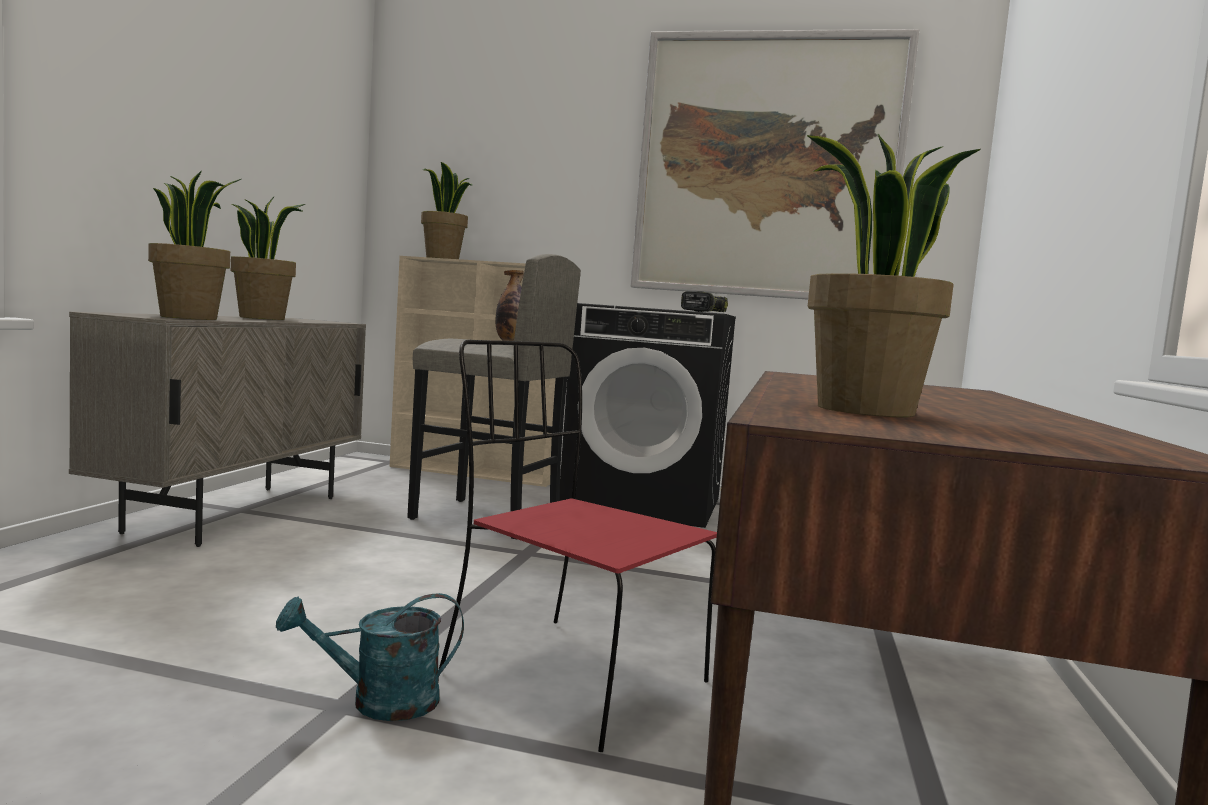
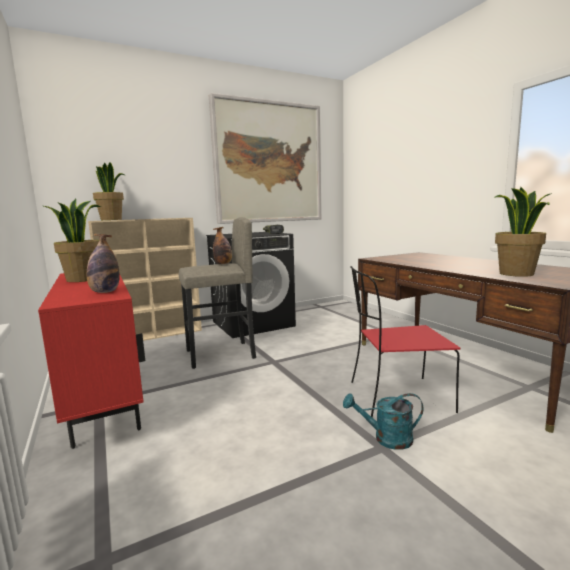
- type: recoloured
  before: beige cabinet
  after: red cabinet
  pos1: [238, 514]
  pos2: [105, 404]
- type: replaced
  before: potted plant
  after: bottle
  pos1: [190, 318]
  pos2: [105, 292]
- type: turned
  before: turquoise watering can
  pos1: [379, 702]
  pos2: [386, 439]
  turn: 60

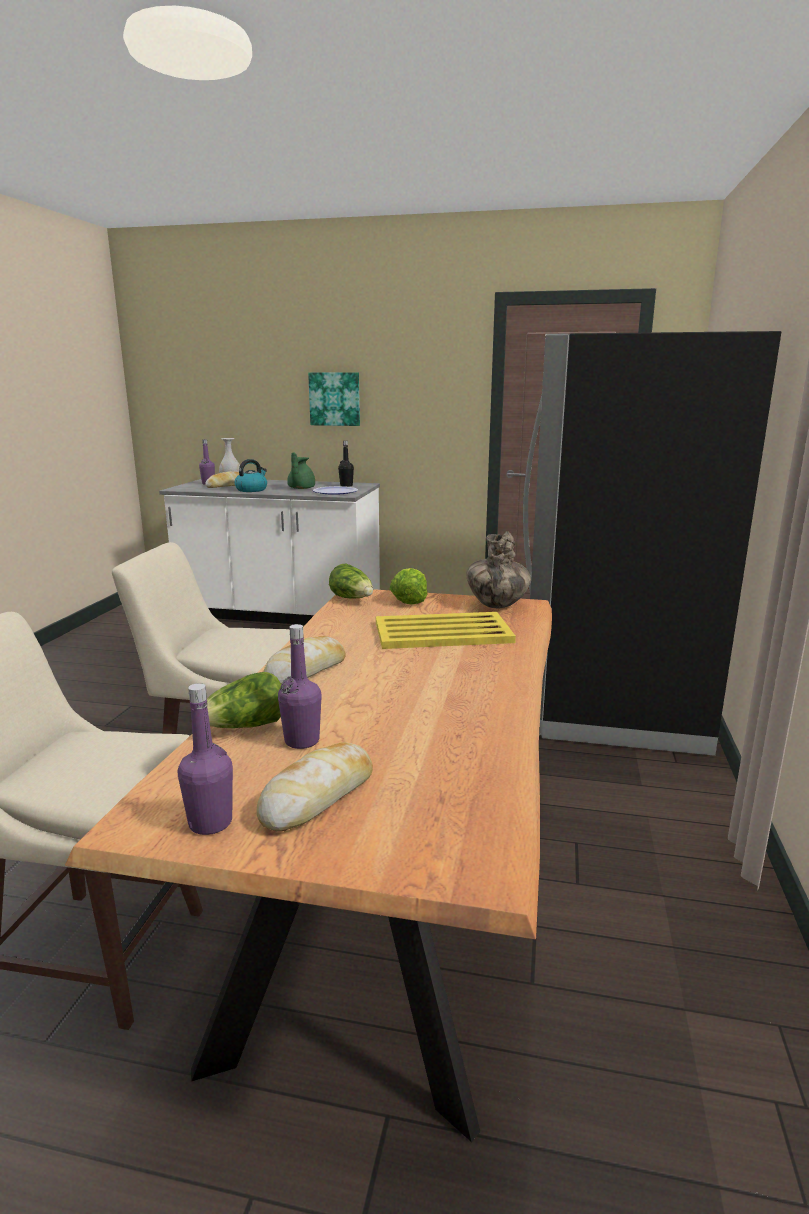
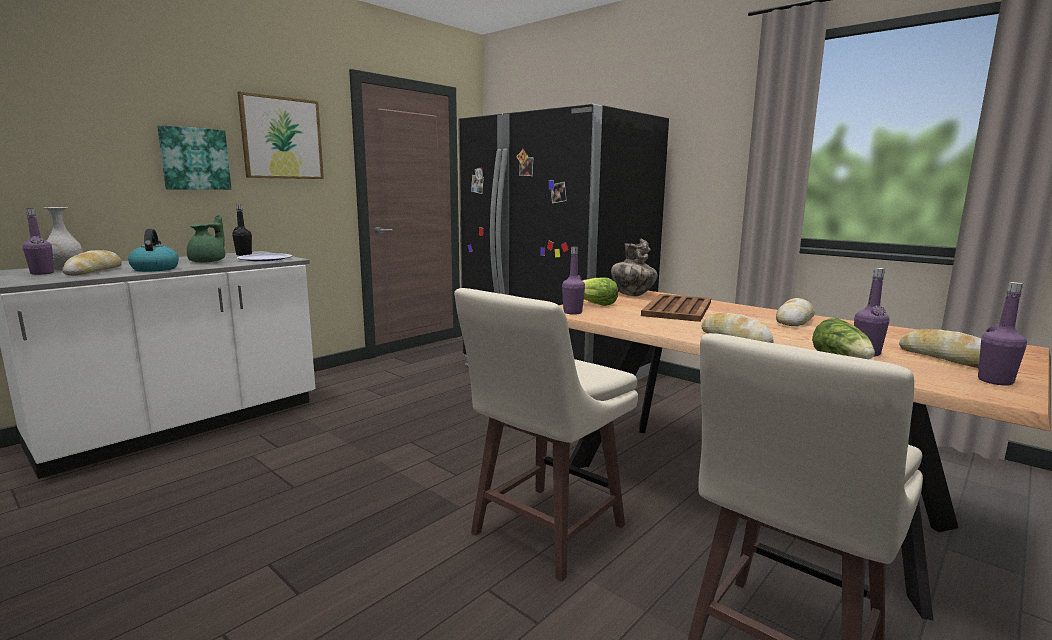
- type: turned
  before: green teapot
  pos1: [300, 488]
  pos2: [209, 261]
  turn: -120
- type: replaced
  before: lettuce
  after: purple bottle
  pos1: [353, 599]
  pos2: [572, 312]
- type: recoloured
  before: yellow tray
  after: brown tray
  pos1: [444, 632]
  pos2: [678, 309]
- type: added
  after: picture
  pos2: [282, 138]
- type: added
  after: bread
  pos2: [795, 321]

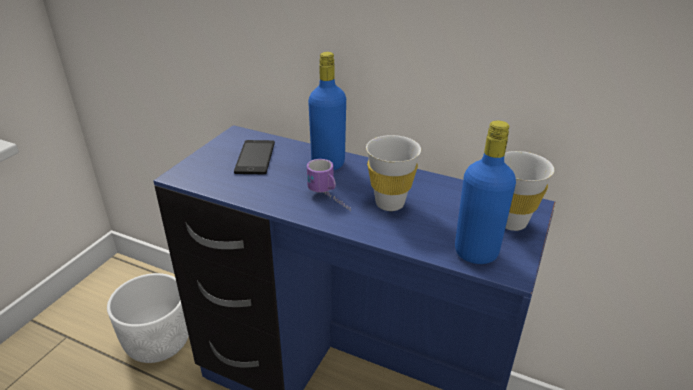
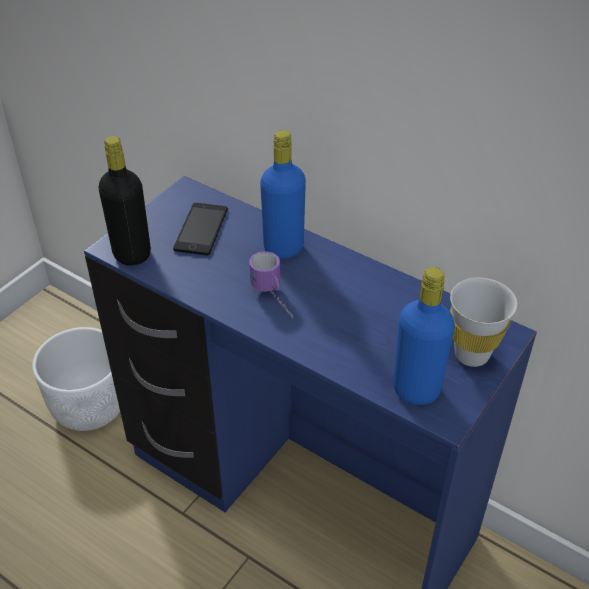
- type: removed
  before: white cup
  pos1: [389, 203]
- type: added
  after: black bottle
  pos2: [132, 254]

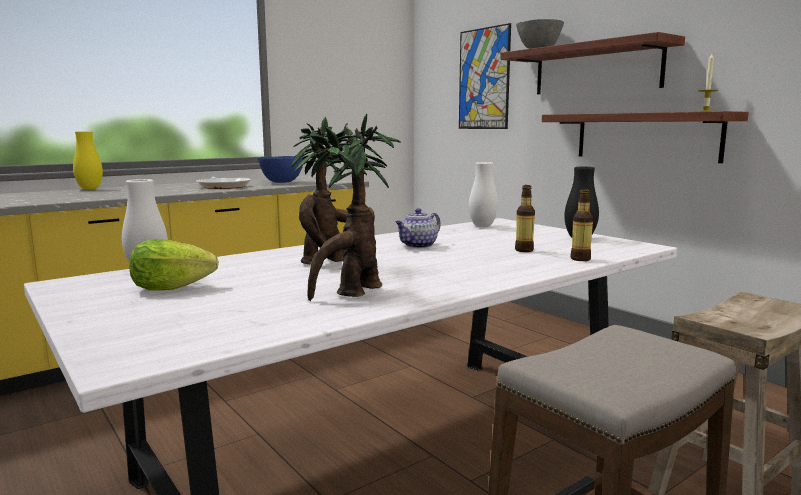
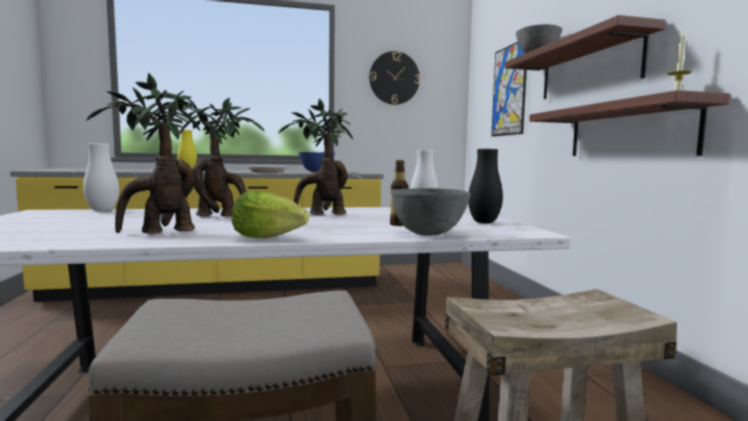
- type: moved
  before: lettuce
  pos1: [171, 288]
  pos2: [267, 237]
- type: replaced
  before: teapot
  after: potted plant
  pos1: [418, 246]
  pos2: [322, 215]
- type: replaced
  before: bottle
  after: grey bowl
  pos1: [580, 259]
  pos2: [428, 234]
- type: added
  after: wall clock
  pos2: [394, 78]

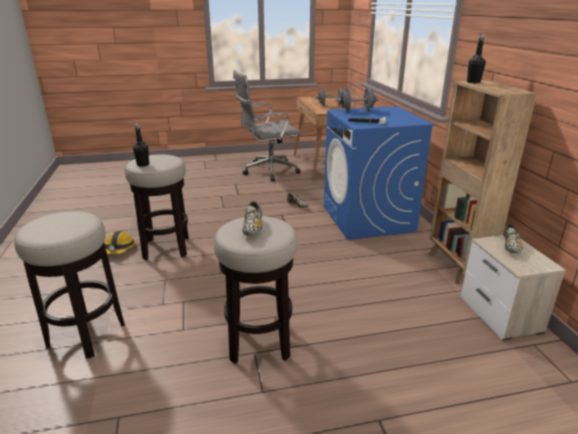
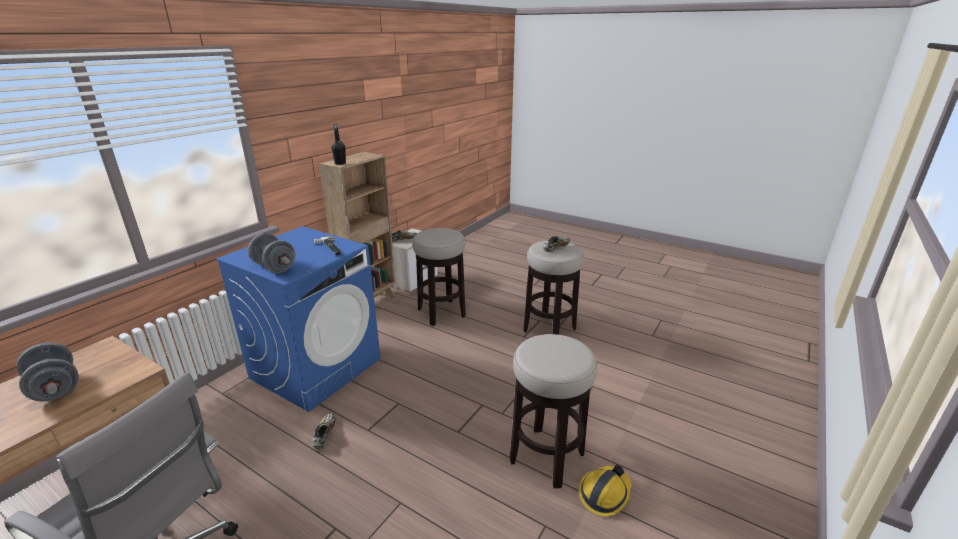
- type: moved
  before: stool
  pos1: [86, 334]
  pos2: [441, 313]
- type: removed
  before: black bottle
  pos1: [143, 164]

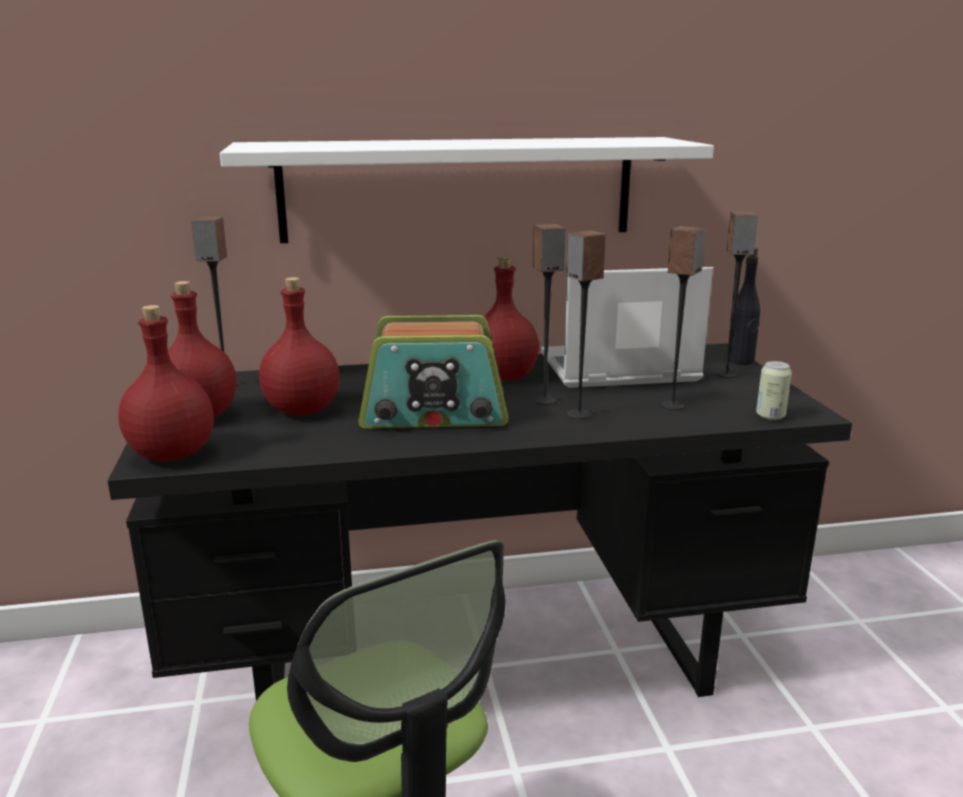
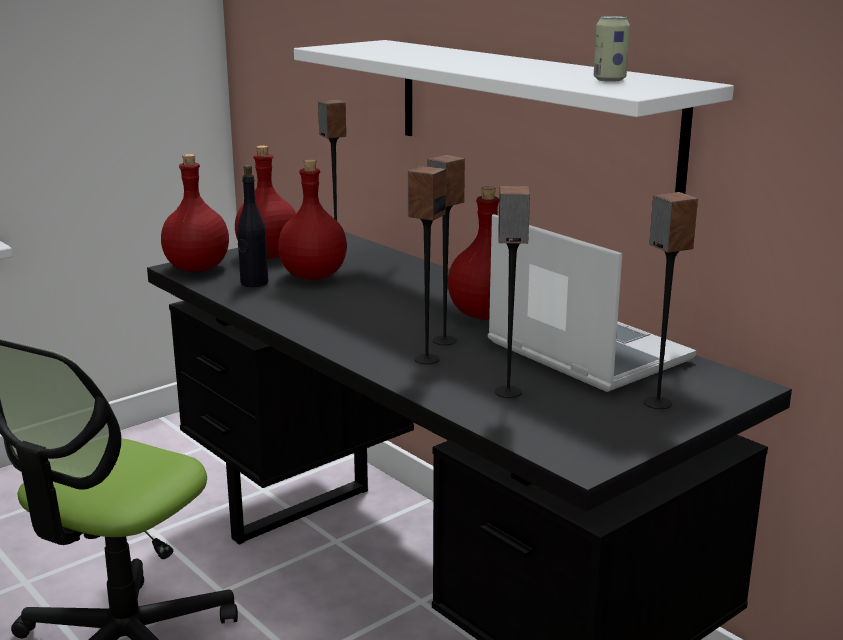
- type: removed
  before: radio
  pos1: [434, 413]
- type: moved
  before: black bottle
  pos1: [740, 361]
  pos2: [254, 283]
- type: moved
  before: can
  pos1: [770, 416]
  pos2: [609, 79]

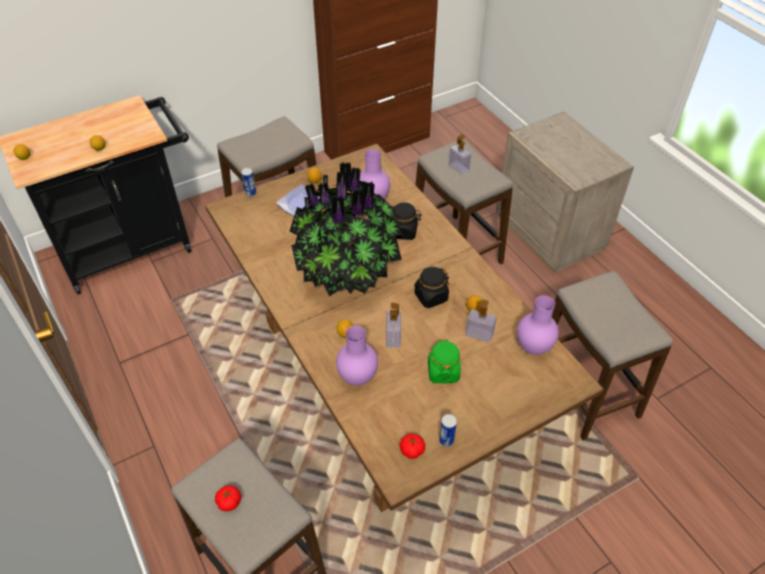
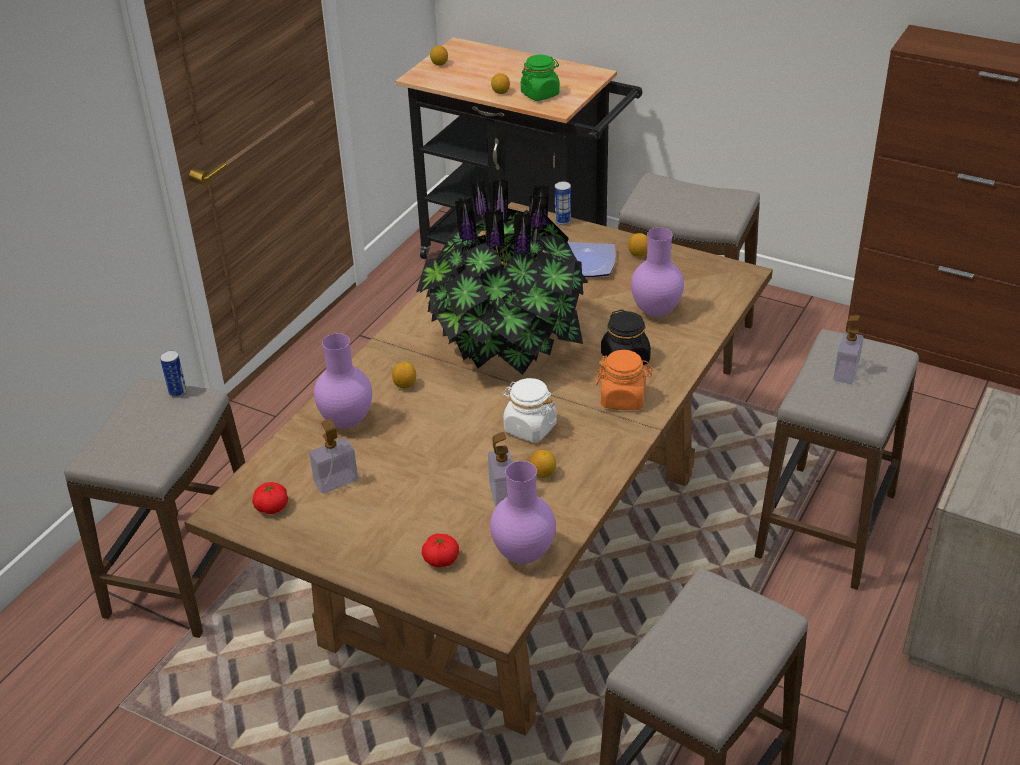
- type: moved
  before: tomato
  pos1: [229, 502]
  pos2: [441, 560]
- type: moved
  before: soap dispenser
  pos1: [393, 337]
  pos2: [336, 481]
- type: recoloured
  before: black jar
  after: white jar
  pos1: [431, 297]
  pos2: [529, 428]
- type: moved
  before: green jar
  pos1: [443, 371]
  pos2: [540, 94]
- type: moved
  before: can
  pos1: [446, 440]
  pos2: [177, 392]
- type: added
  after: orange jar
  pos2: [623, 399]

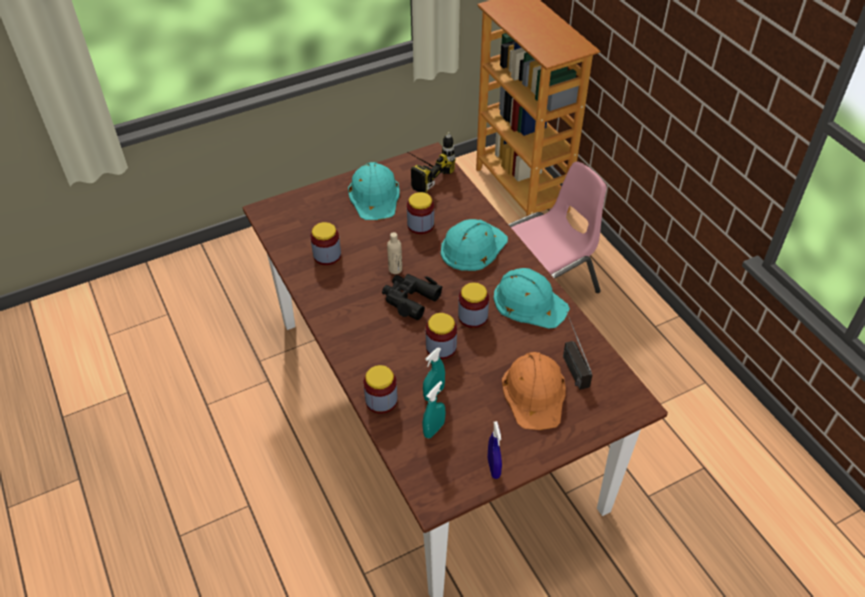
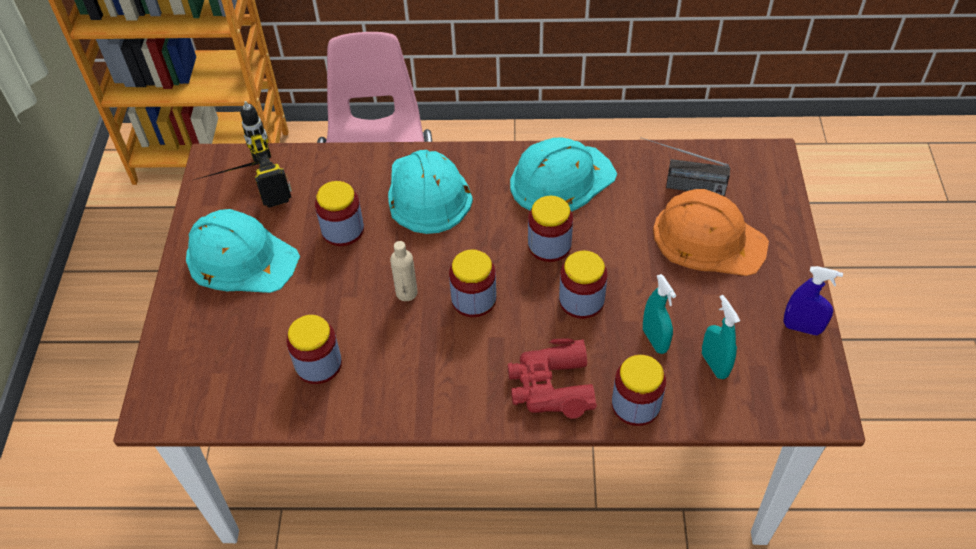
- type: replaced
  before: black binoculars
  after: jar
  pos1: [409, 299]
  pos2: [474, 299]
- type: added
  after: red binoculars
  pos2: [550, 386]

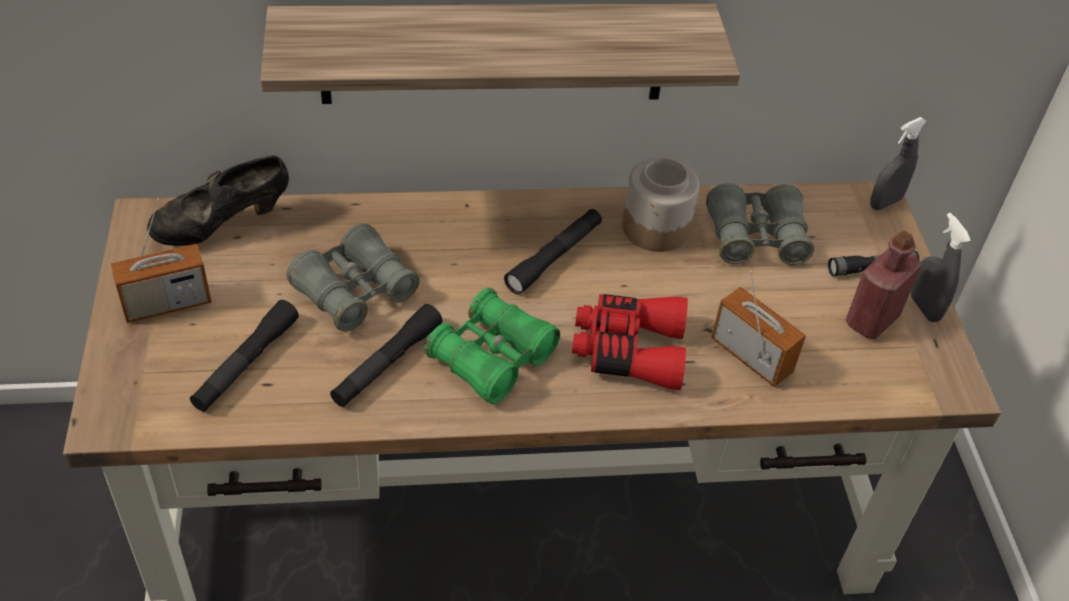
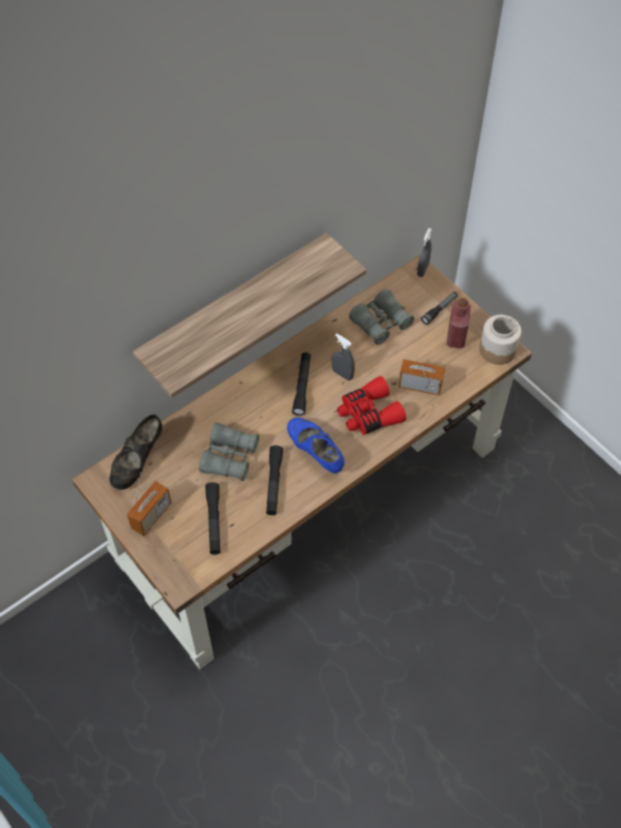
- type: replaced
  before: green binoculars
  after: blue shoe
  pos1: [492, 358]
  pos2: [315, 453]
- type: moved
  before: jar
  pos1: [656, 228]
  pos2: [497, 349]
- type: moved
  before: grey spray bottle
  pos1: [924, 308]
  pos2: [342, 374]

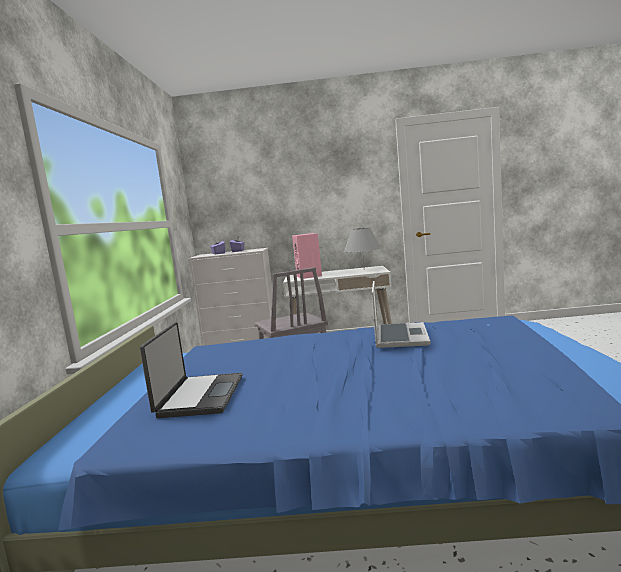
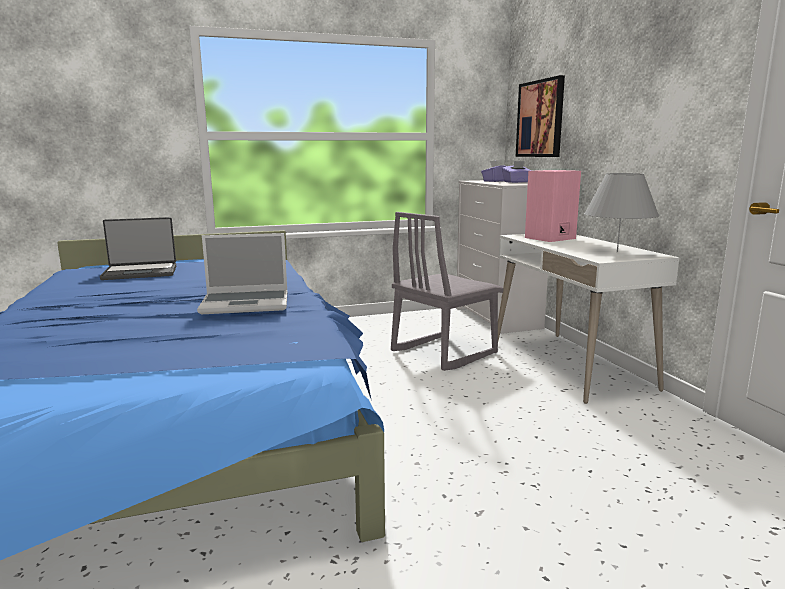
- type: added
  after: picture
  pos2: [540, 119]

